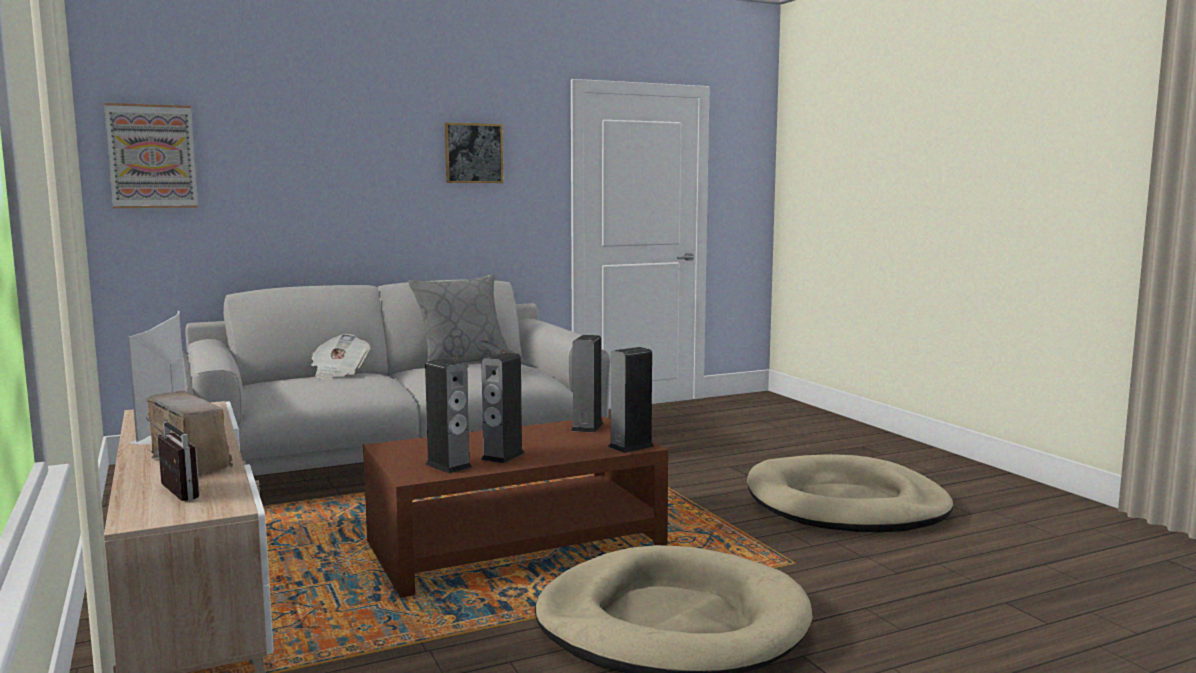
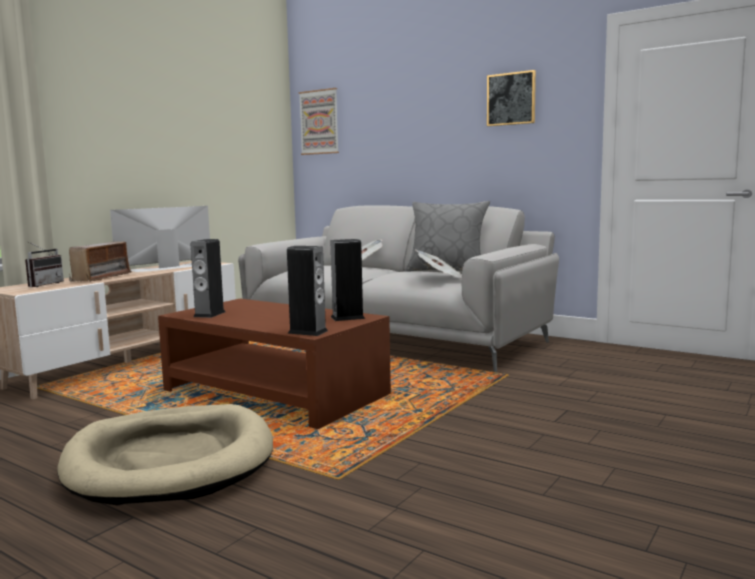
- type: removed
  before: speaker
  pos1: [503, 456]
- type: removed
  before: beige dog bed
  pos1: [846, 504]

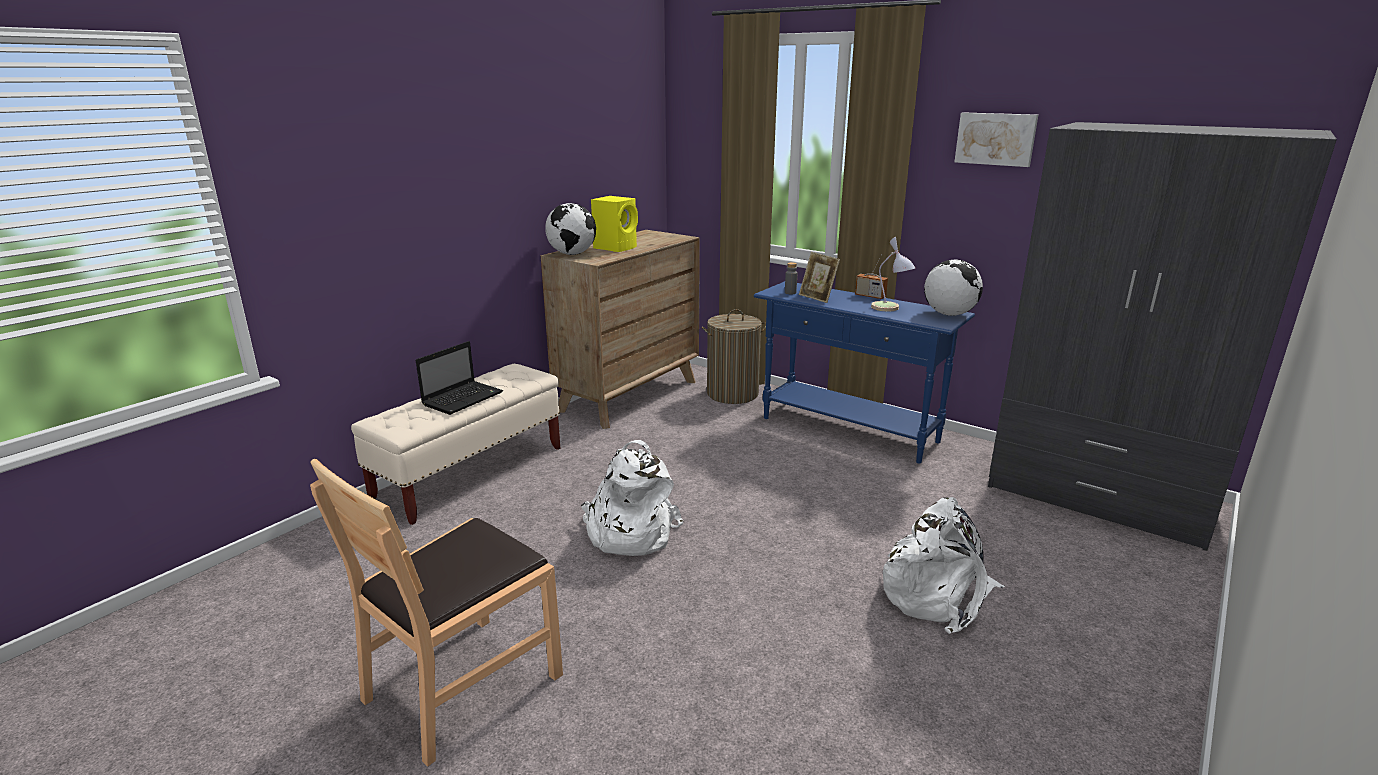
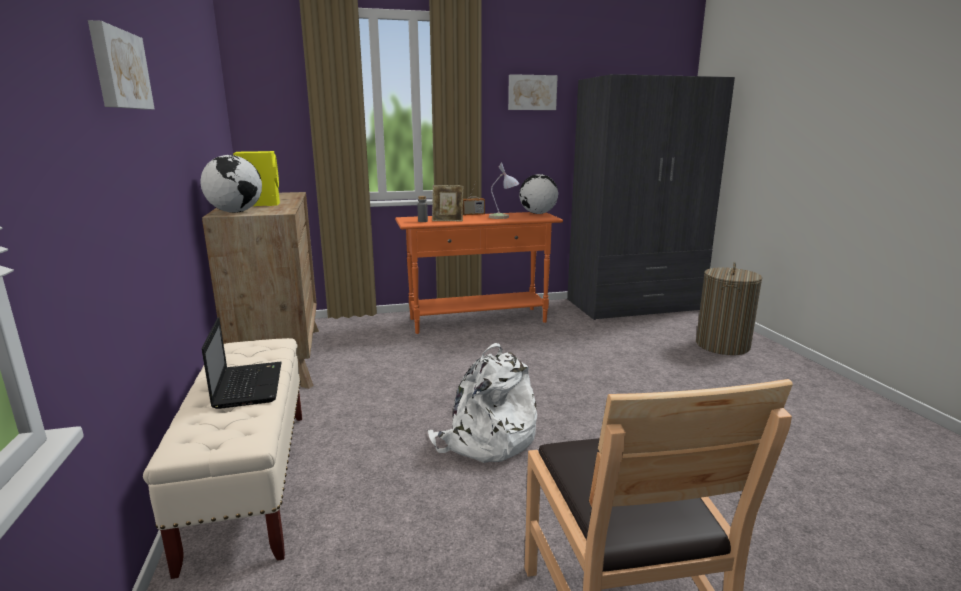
- type: moved
  before: laundry basket
  pos1: [732, 394]
  pos2: [722, 345]
- type: recoloured
  before: blue console table
  after: orange console table
  pos1: [849, 430]
  pos2: [478, 320]
- type: removed
  before: white backpack
  pos1: [937, 595]
- type: added
  after: picture
  pos2: [118, 69]

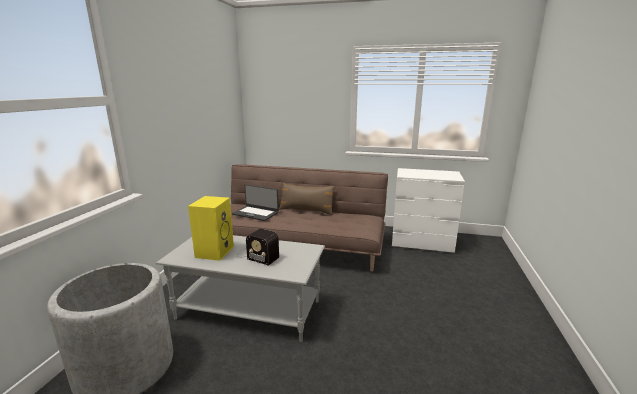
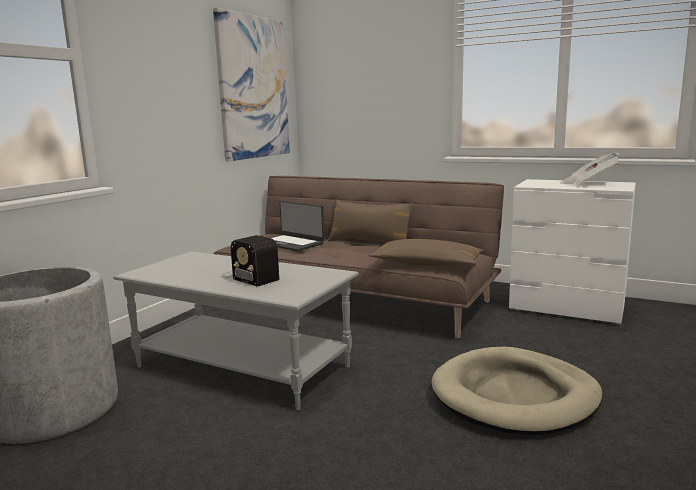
- type: removed
  before: yellow speaker
  pos1: [214, 251]
- type: added
  after: picture
  pos2: [253, 88]
- type: added
  after: brown pillow
  pos2: [426, 264]
- type: added
  after: beige dog bed
  pos2: [515, 396]
- type: added
  after: newspaper
  pos2: [588, 183]

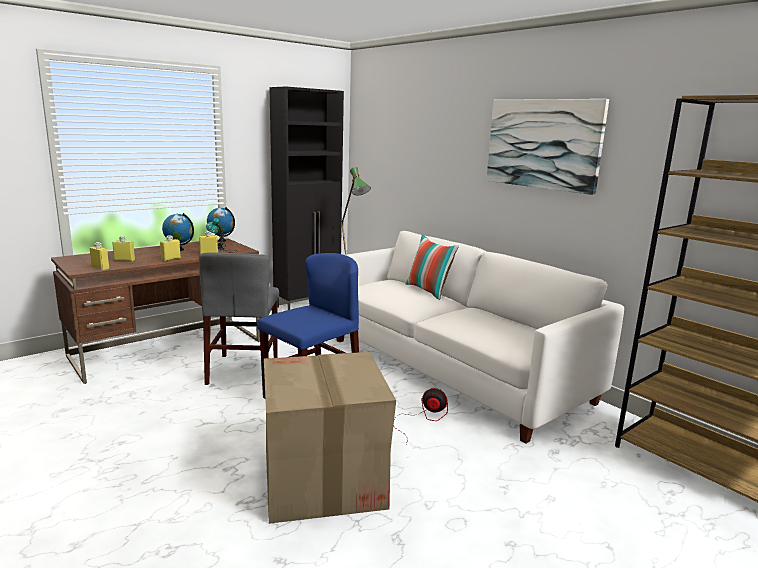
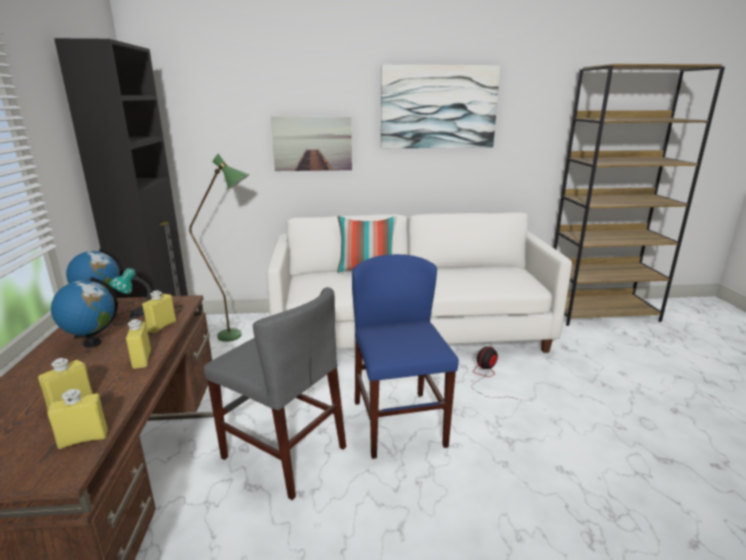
- type: removed
  before: cardboard box
  pos1: [323, 479]
- type: added
  after: picture
  pos2: [312, 144]

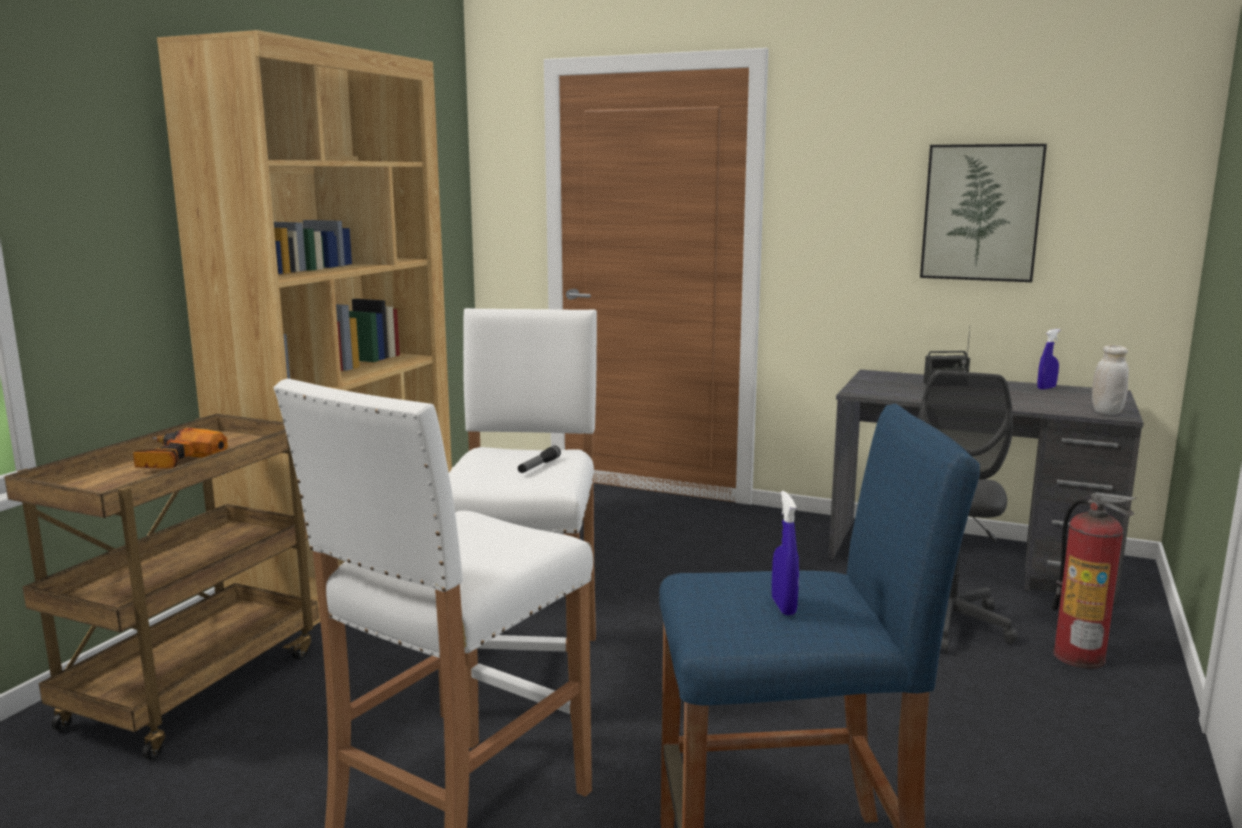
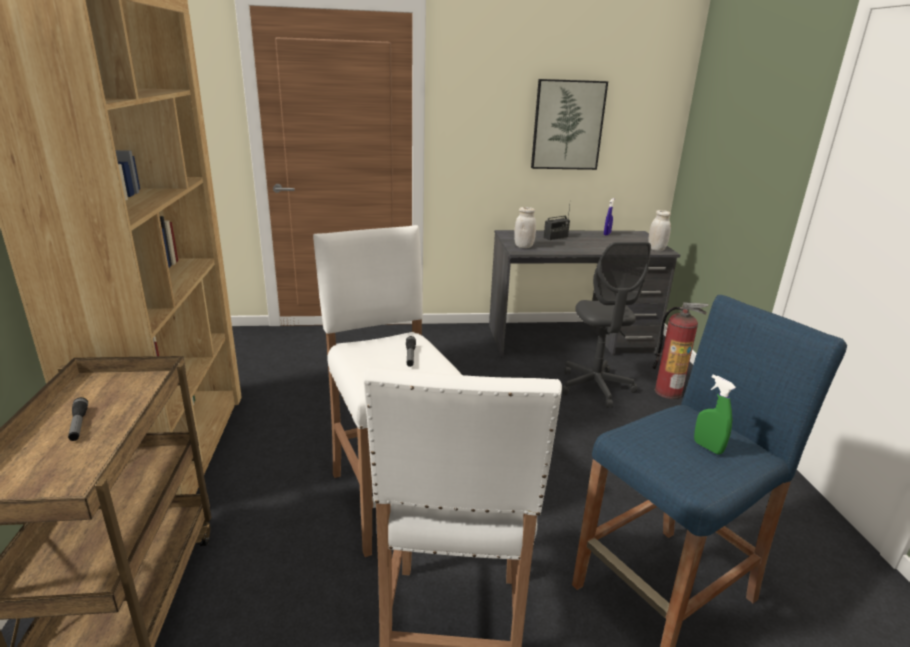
- type: replaced
  before: power drill
  after: flashlight
  pos1: [171, 461]
  pos2: [78, 425]
- type: recoloured
  before: blue spray bottle
  after: green spray bottle
  pos1: [783, 607]
  pos2: [707, 447]
- type: added
  after: white jar
  pos2: [523, 246]

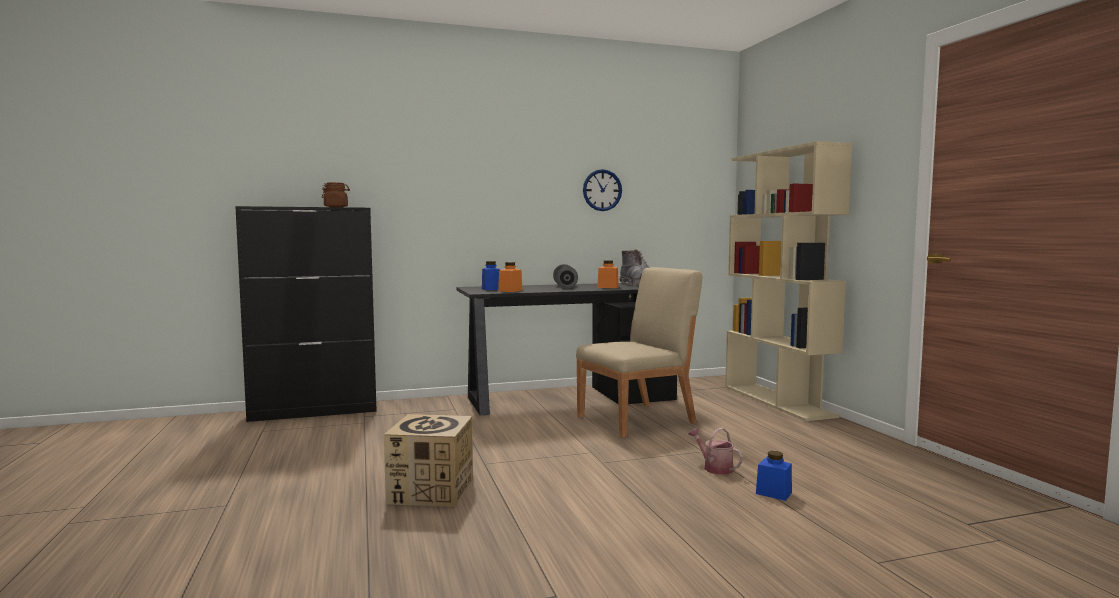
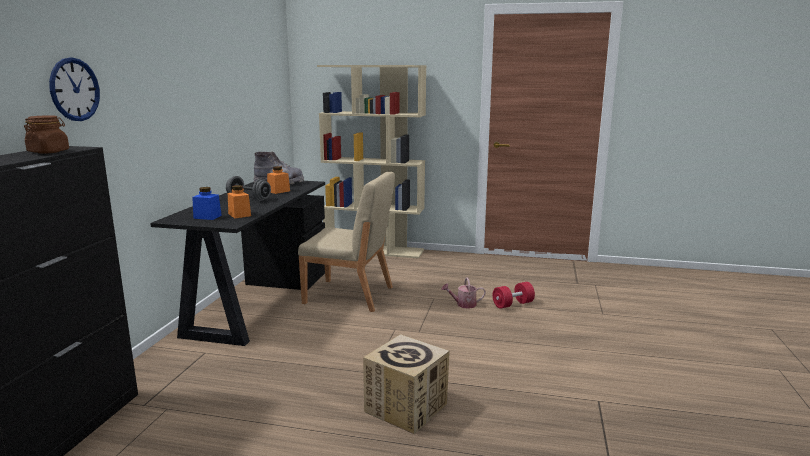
- type: turned
  before: beige chair
  pos1: [637, 419]
  pos2: [350, 295]
  turn: 105
- type: moved
  before: wall clock
  pos1: [602, 190]
  pos2: [74, 89]
- type: replaced
  before: blue jar
  after: red dumbbell
  pos1: [773, 493]
  pos2: [513, 304]

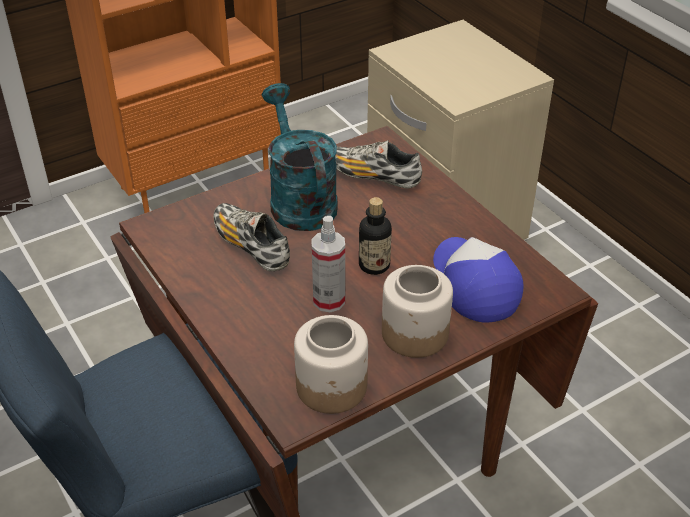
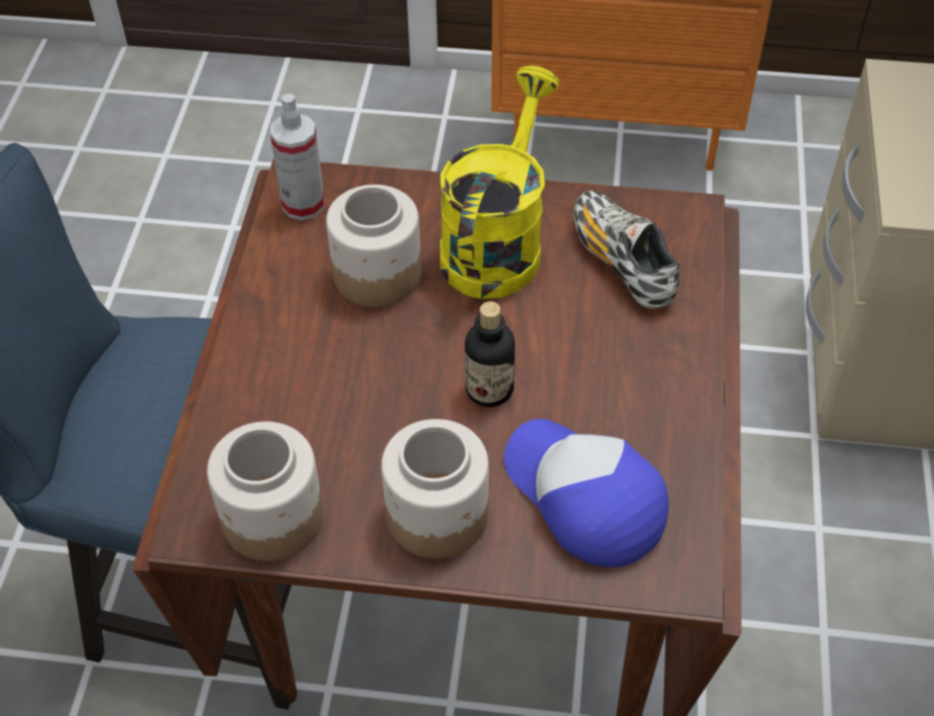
- type: replaced
  before: shoe
  after: jar
  pos1: [251, 246]
  pos2: [376, 275]
- type: recoloured
  before: turquoise watering can
  after: yellow watering can
  pos1: [299, 199]
  pos2: [496, 243]
- type: moved
  before: spray bottle
  pos1: [329, 300]
  pos2: [303, 204]
- type: turned
  before: cap
  pos1: [474, 284]
  pos2: [583, 497]
  turn: -60

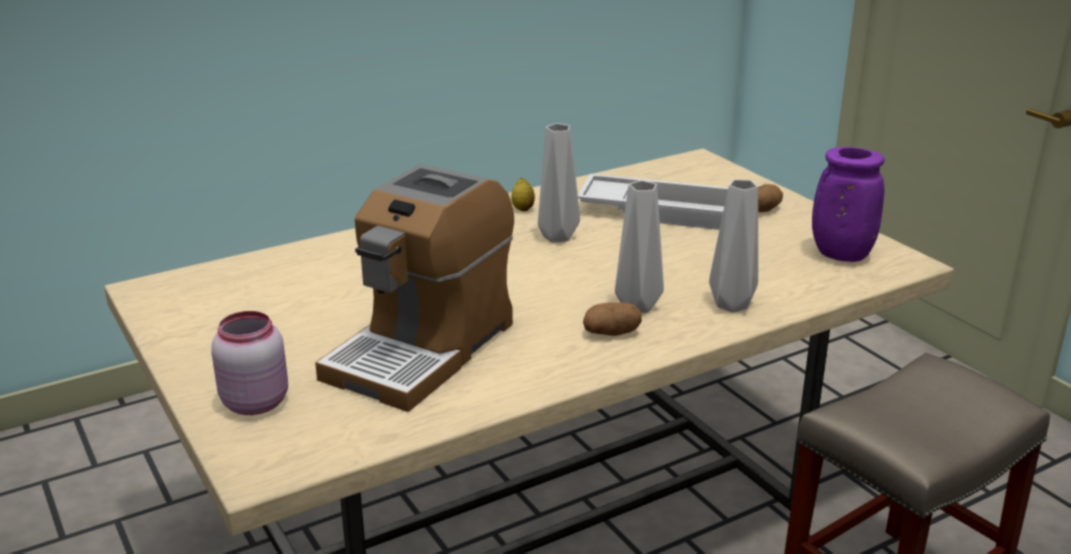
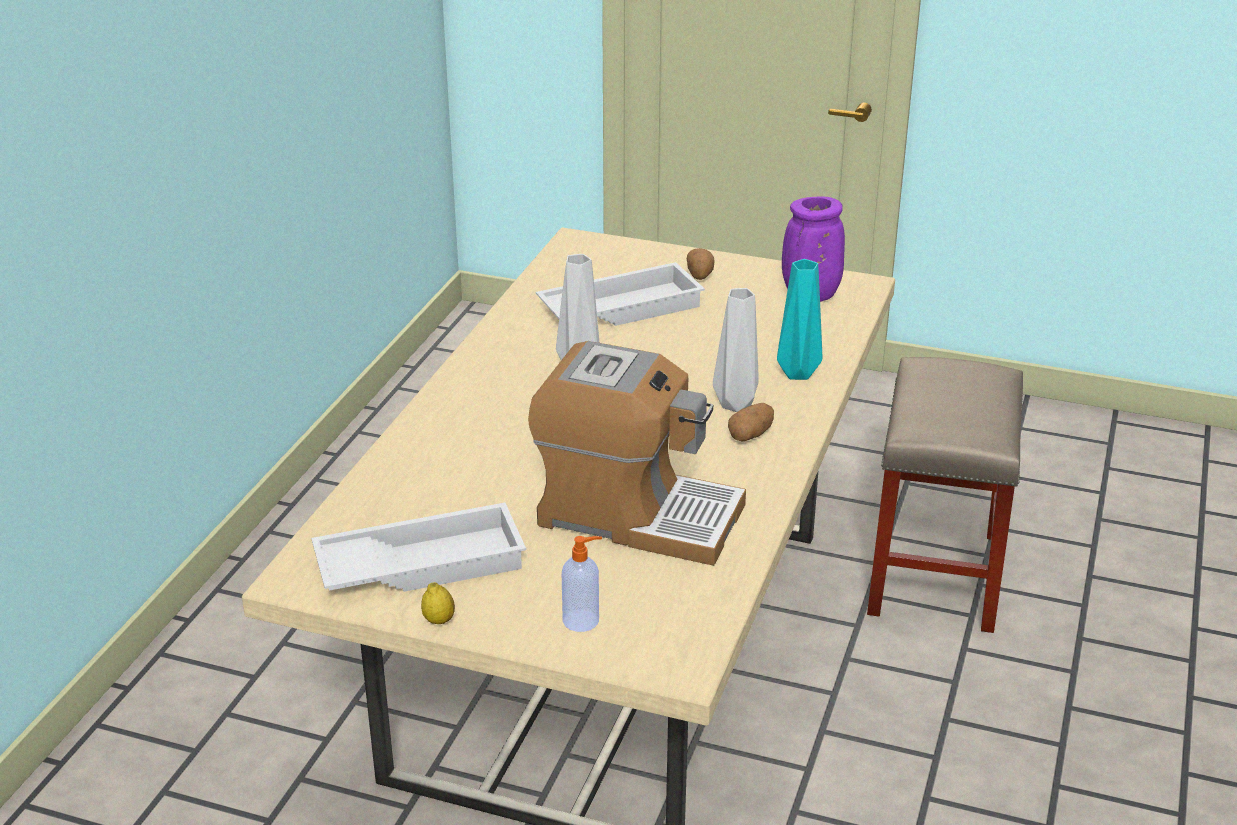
- type: replaced
  before: pink jar
  after: soap dispenser
  pos1: [255, 401]
  pos2: [582, 620]
- type: turned
  before: coffee machine
  pos1: [422, 349]
  pos2: [637, 515]
  turn: -60
- type: moved
  before: lemon
  pos1: [523, 209]
  pos2: [439, 620]
- type: recoloured
  before: grey vase
  after: turquoise vase
  pos1: [729, 305]
  pos2: [795, 373]
- type: added
  after: white tray
  pos2: [421, 563]

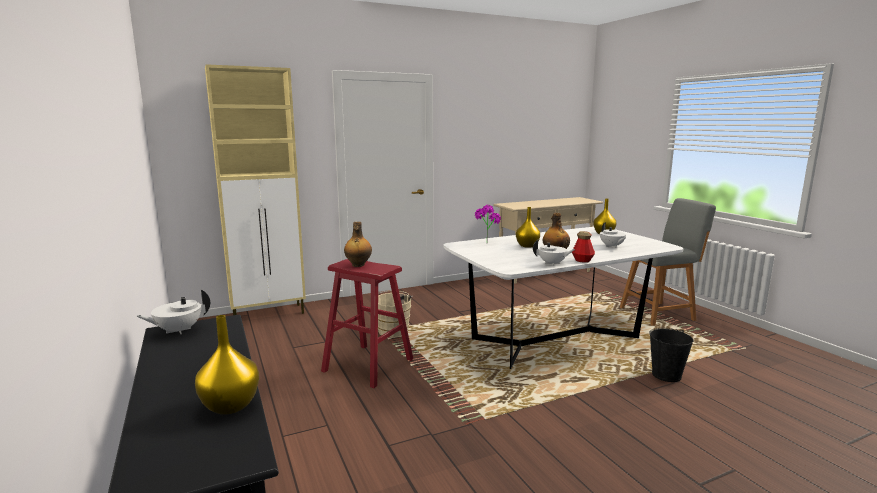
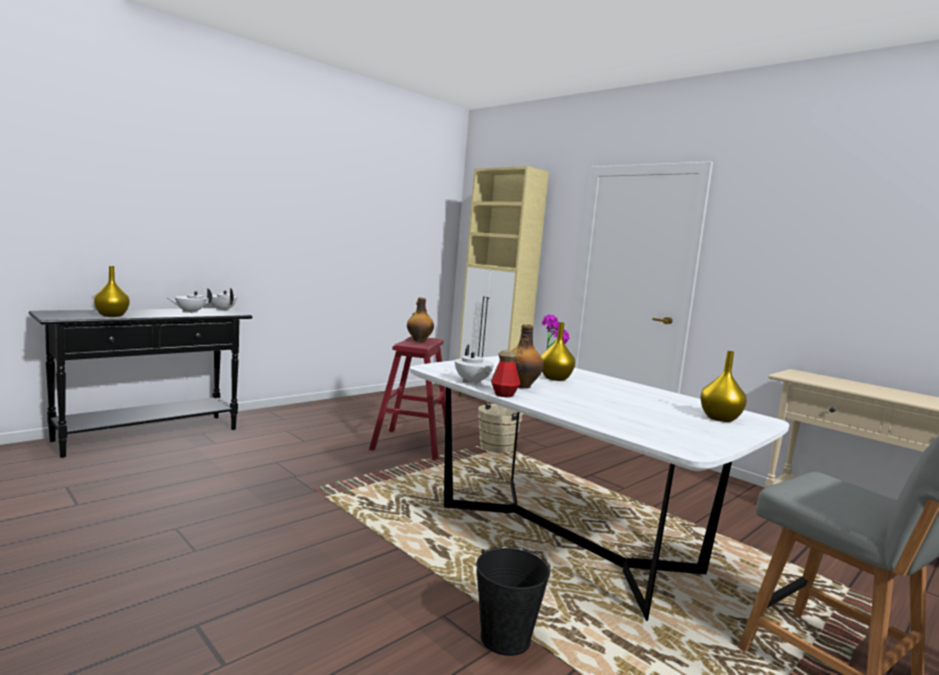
- type: moved
  before: white teapot
  pos1: [611, 246]
  pos2: [190, 312]

